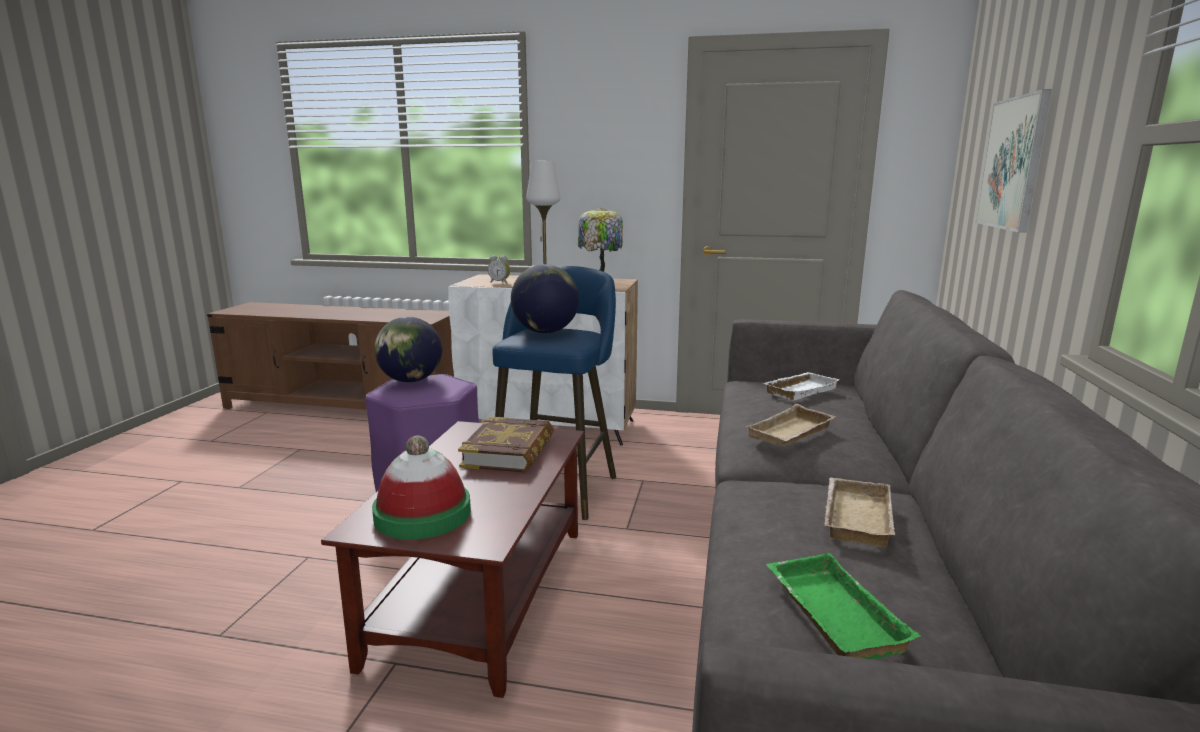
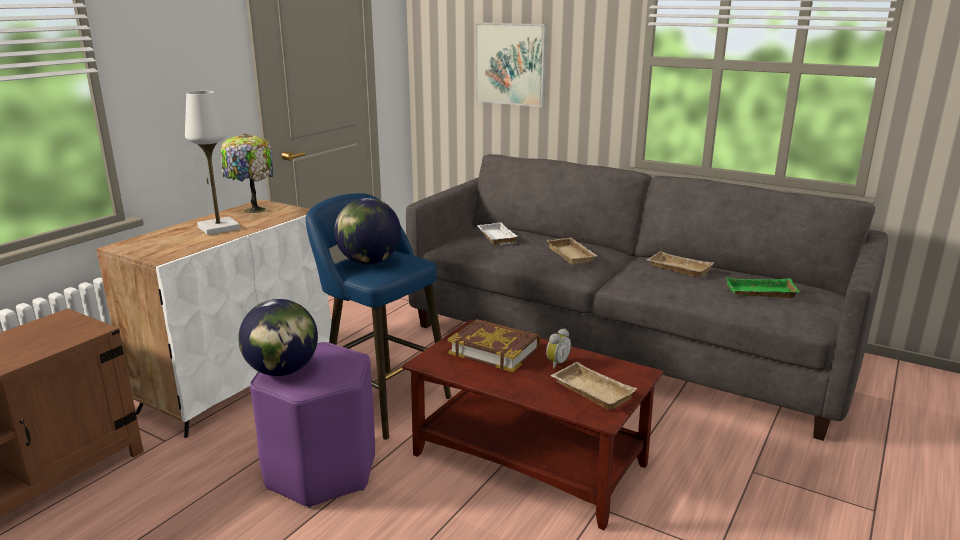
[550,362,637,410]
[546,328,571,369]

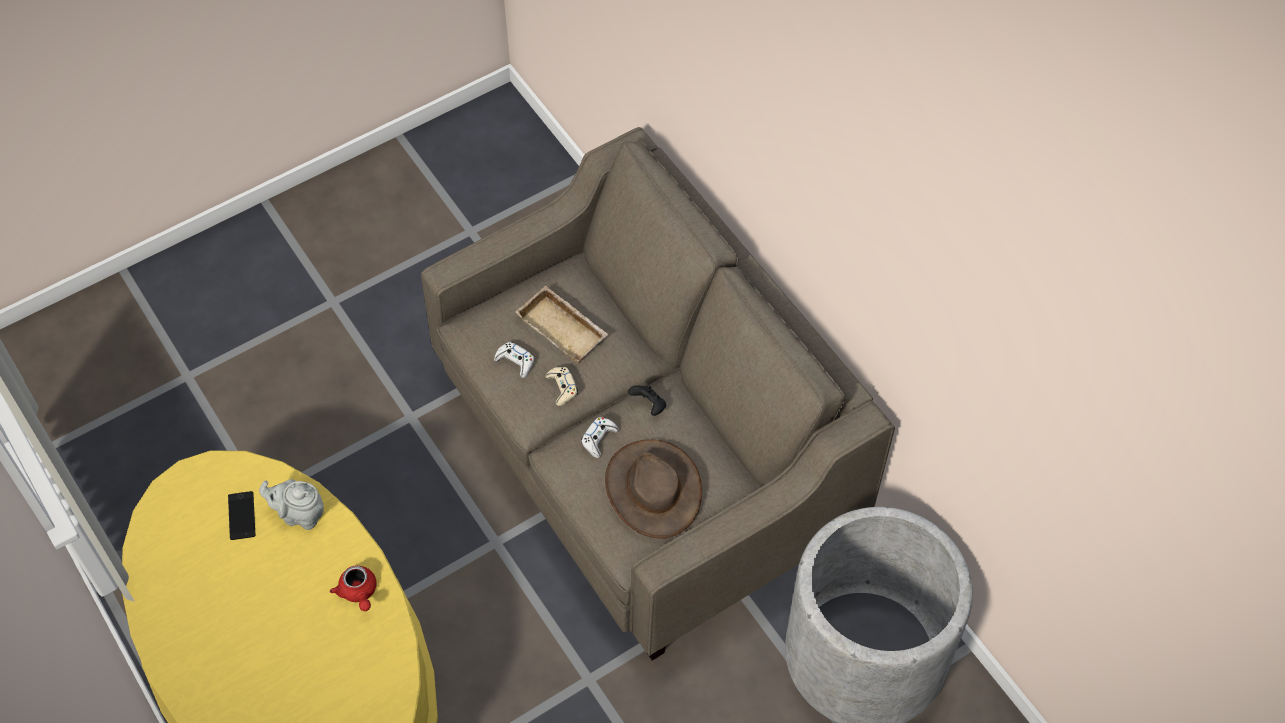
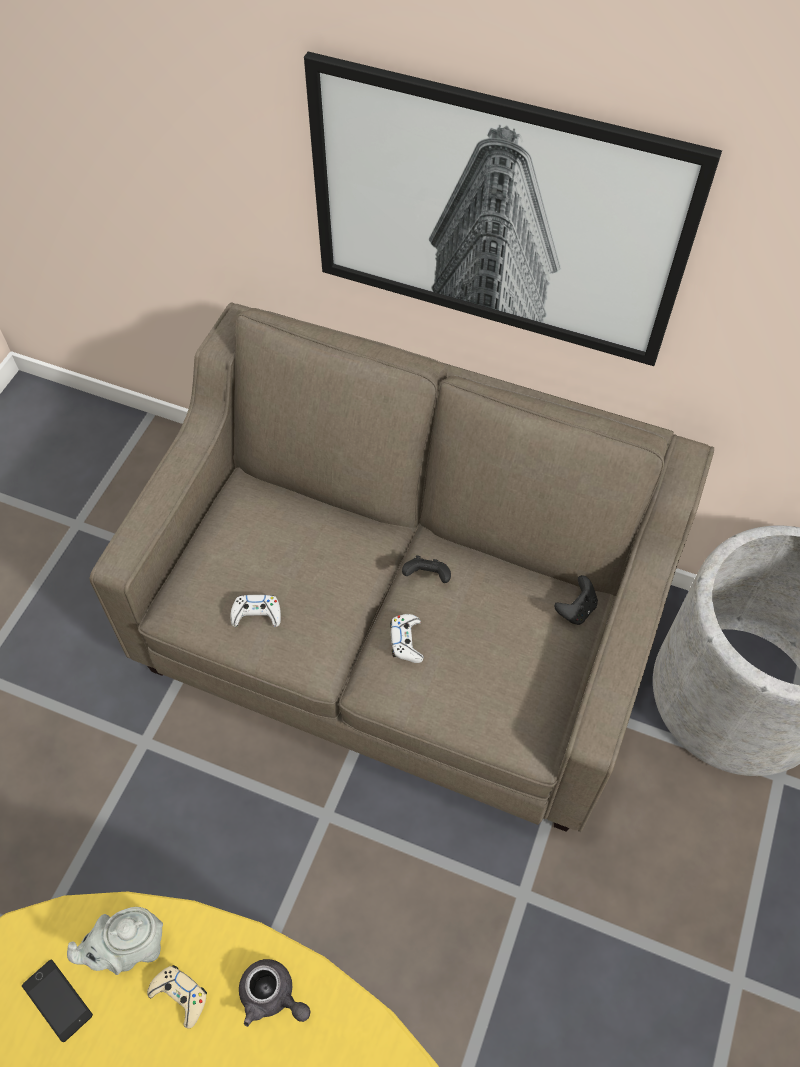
[239,959,311,1027]
[515,286,609,364] (first image)
[147,965,207,1028]
[605,439,702,539] (first image)
[304,52,722,366]
[554,575,598,625]

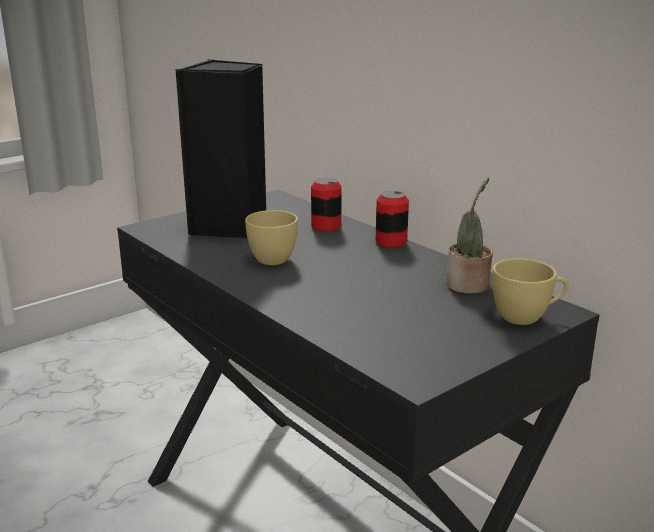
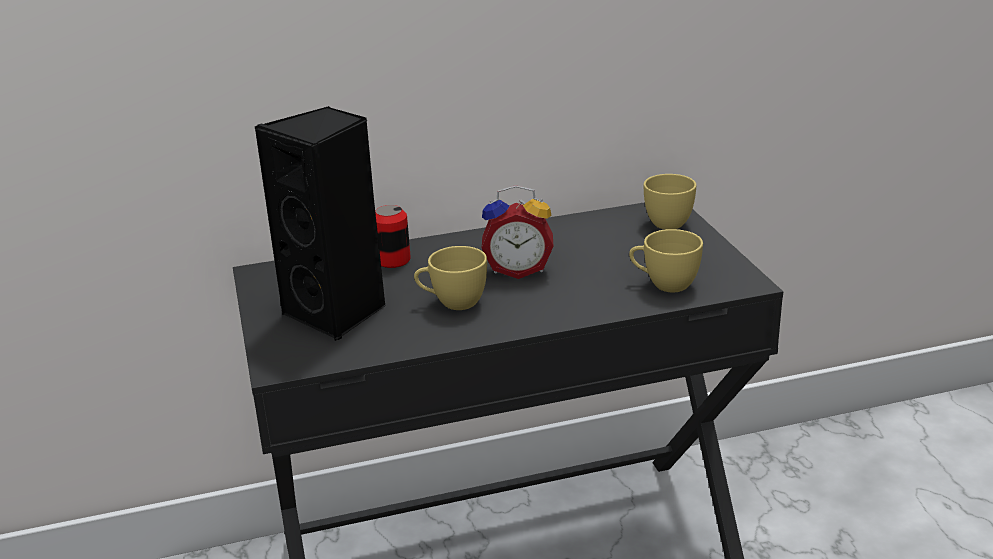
[376,191,409,248] (first image)
[446,177,493,294] (first image)
[482,185,553,279]
[629,229,703,292]

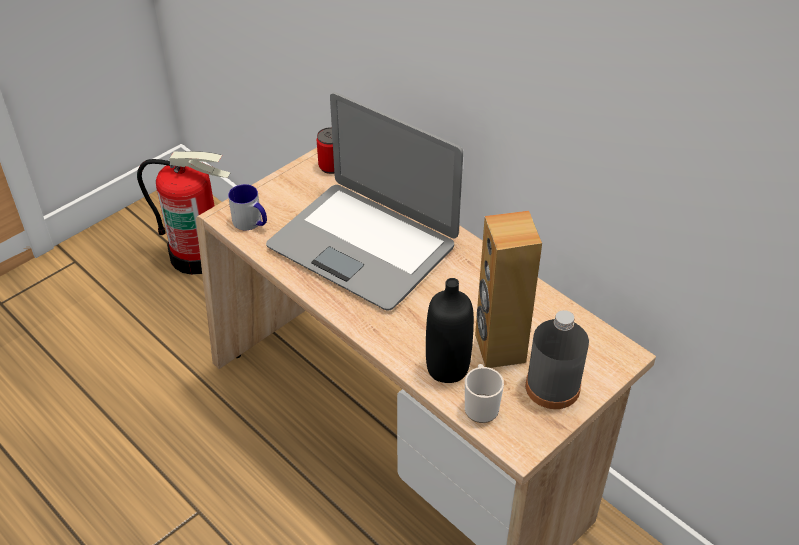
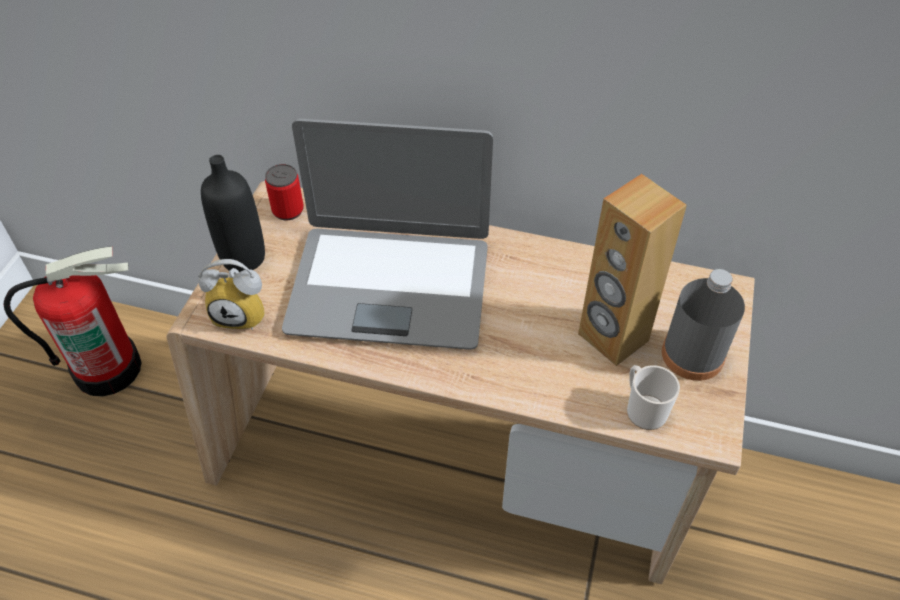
[198,259,265,330]
[201,155,265,272]

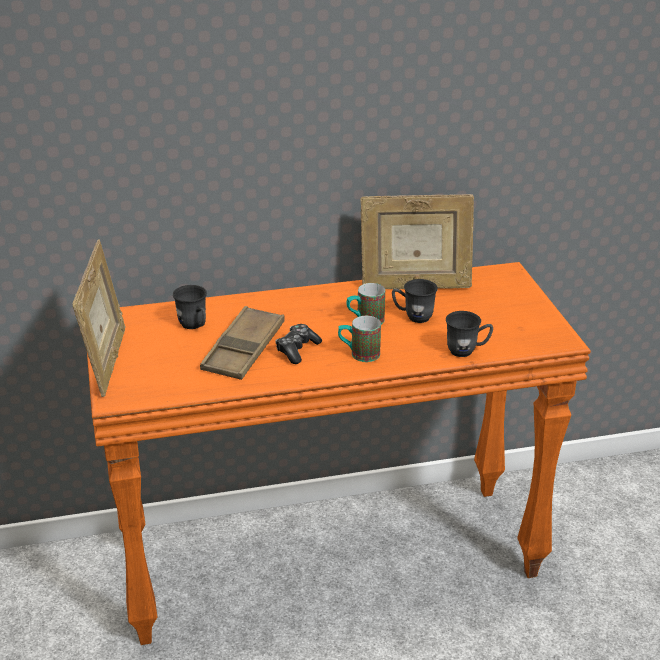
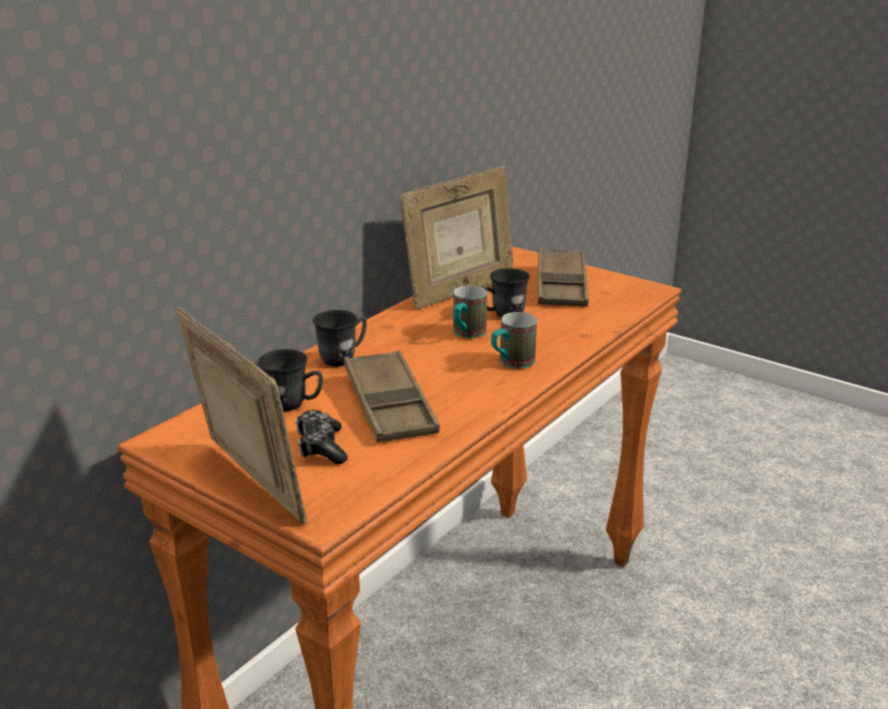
[295,410,348,464]
[313,310,367,367]
[538,248,588,307]

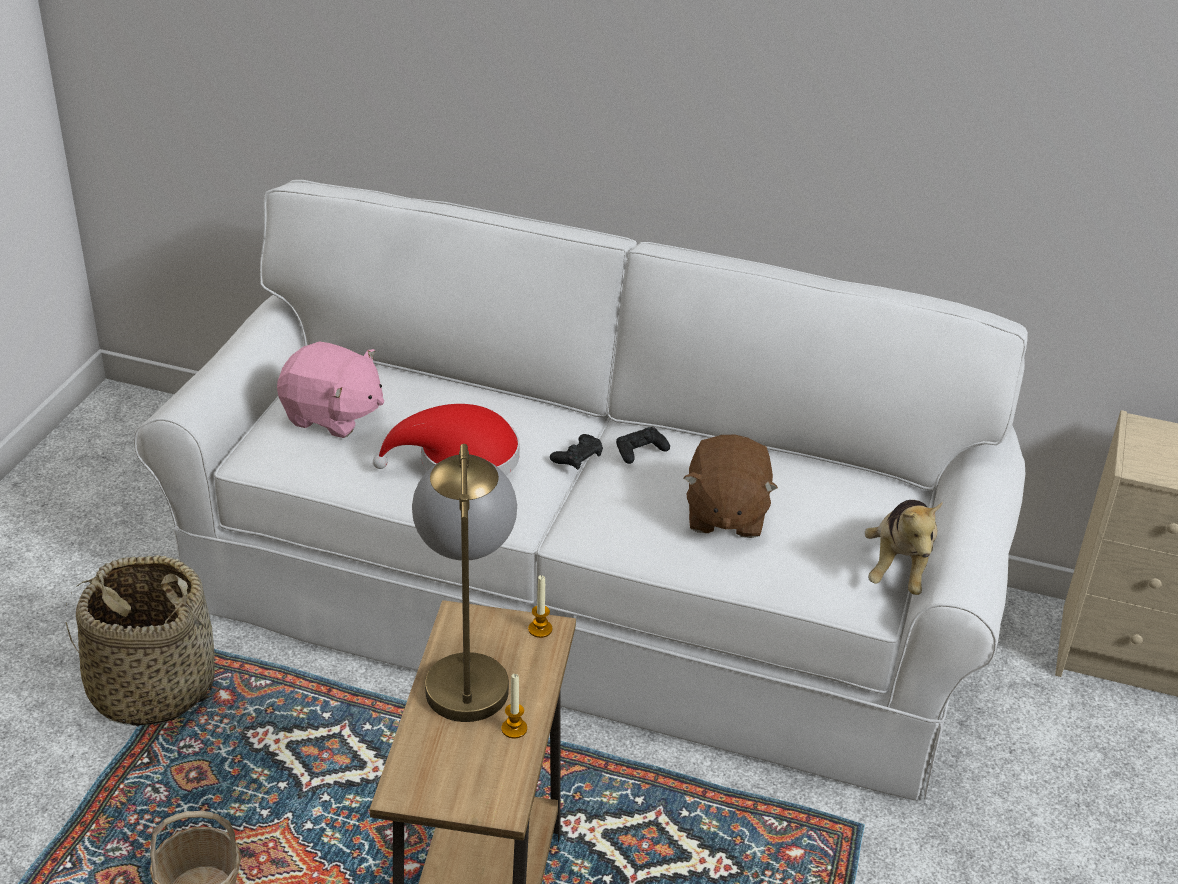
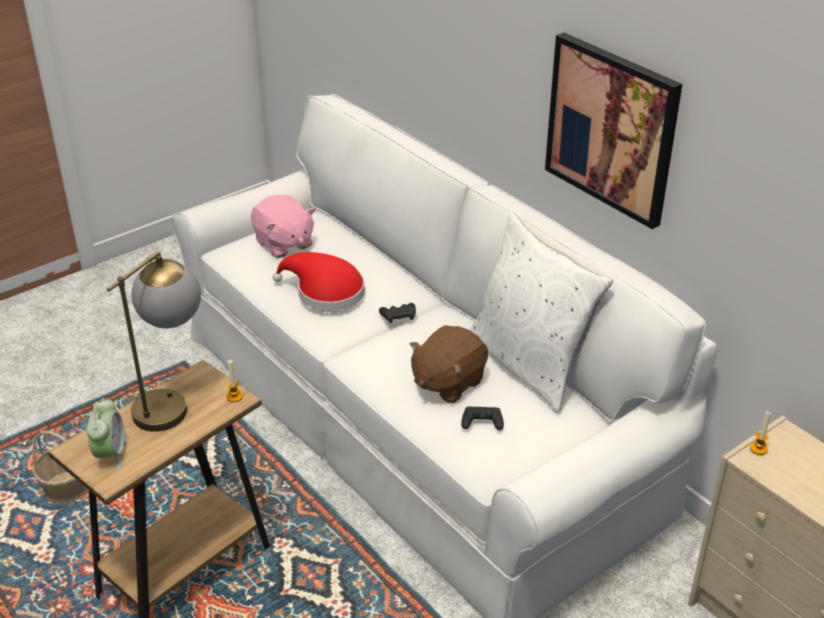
[66,555,222,727] (first image)
[750,411,771,455]
[461,406,504,430]
[865,500,943,595] (first image)
[87,398,127,470]
[469,212,613,413]
[545,33,682,229]

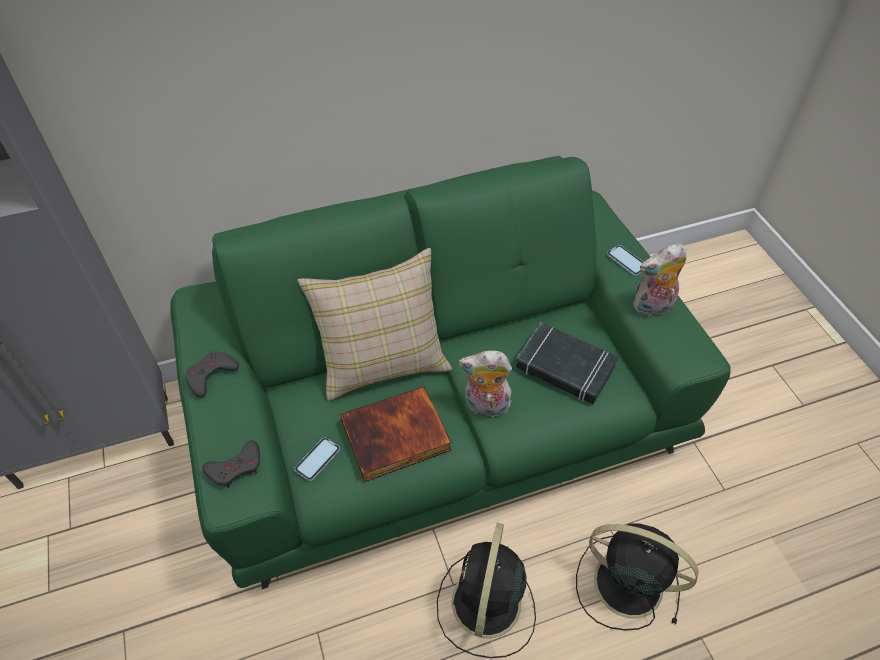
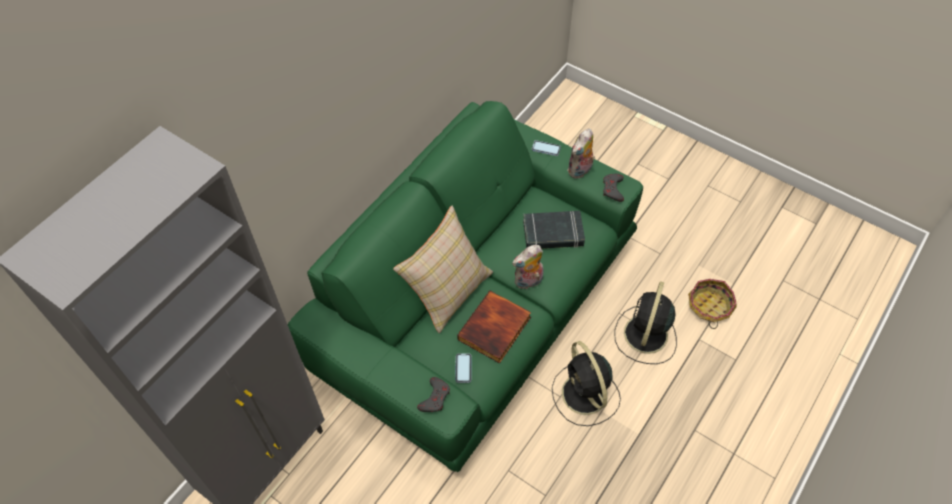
[603,174,624,202]
[614,281,677,364]
[688,279,737,329]

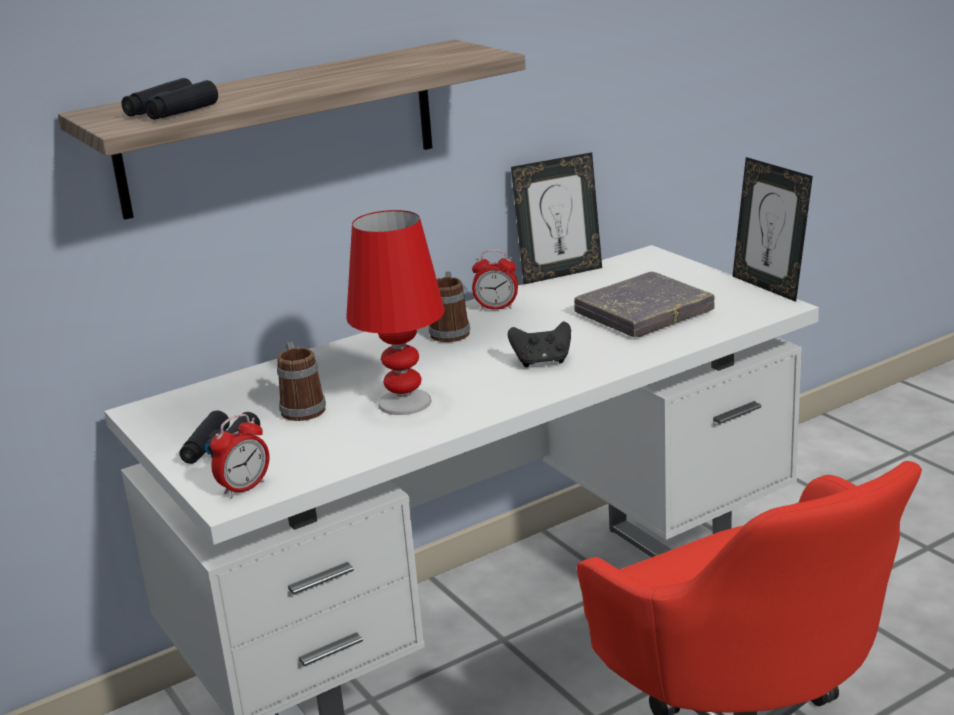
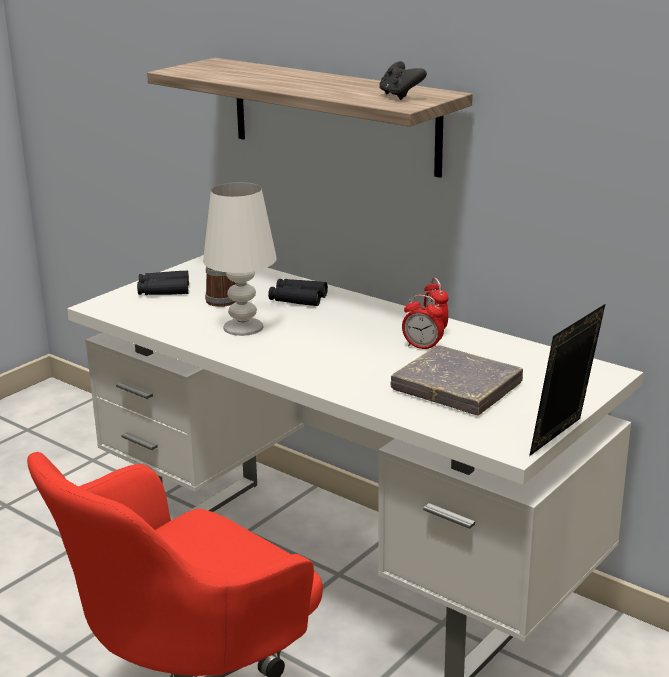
[268,279,328,306]
[402,295,444,349]
[203,182,277,336]
[429,272,470,342] (first image)
[379,61,427,100]
[511,152,602,285] (first image)

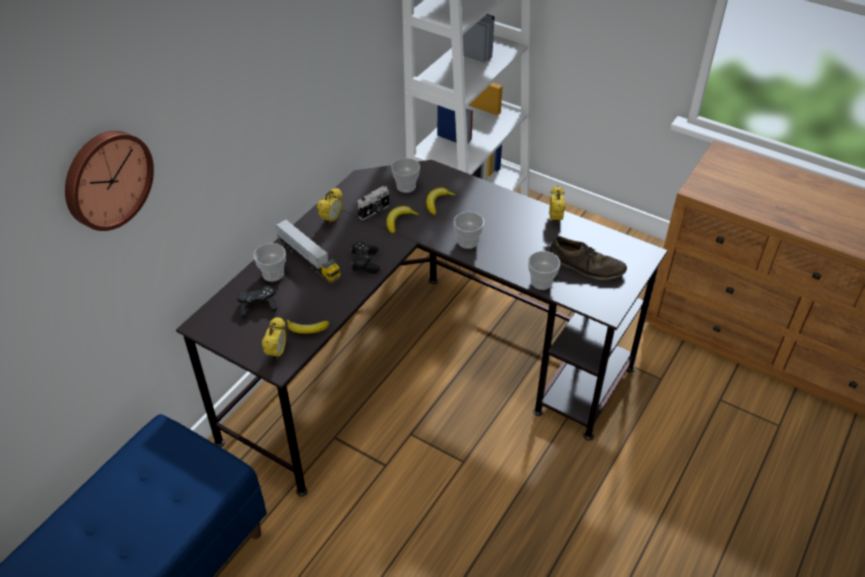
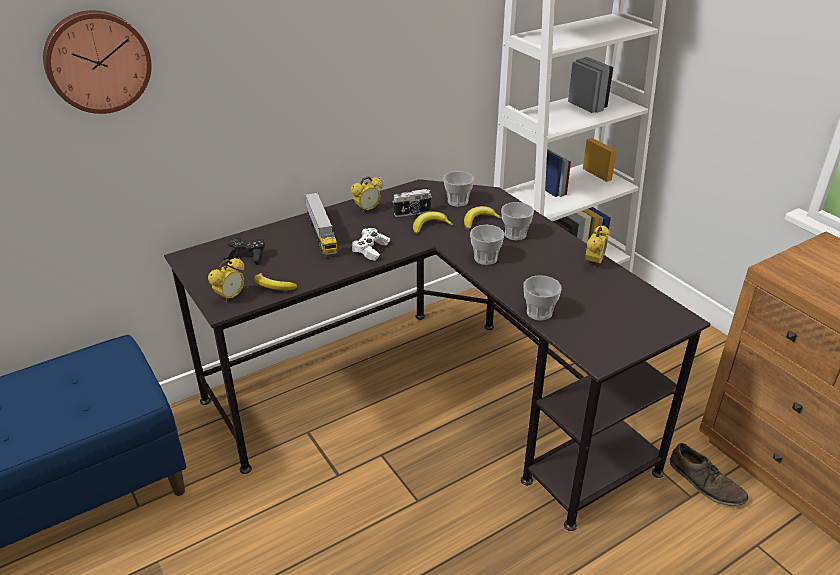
[501,202,534,240]
[351,228,390,261]
[670,443,748,506]

